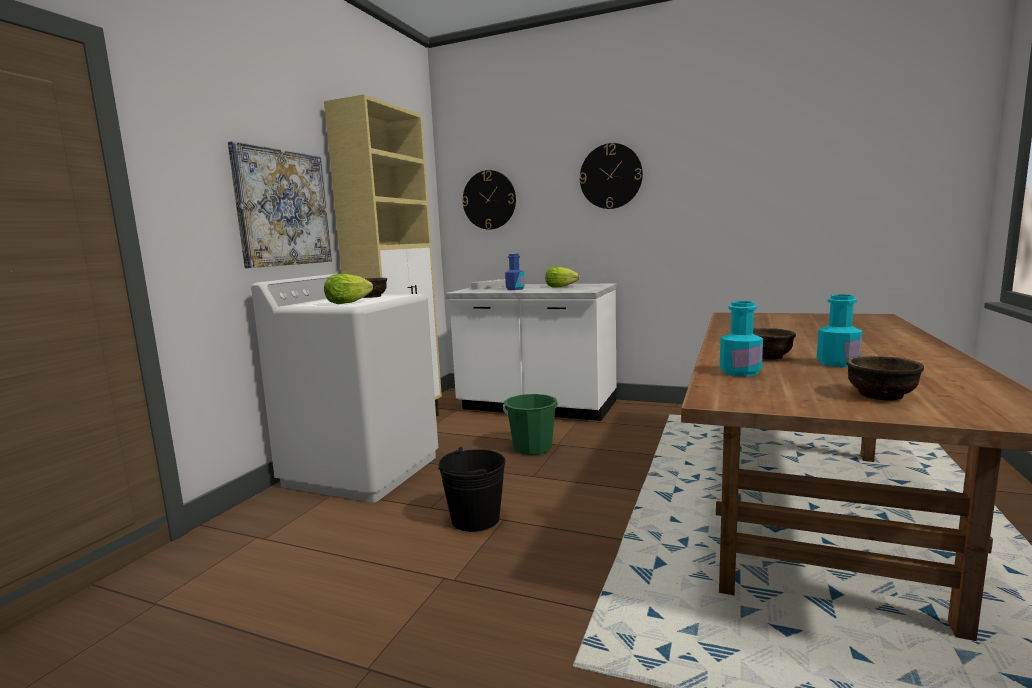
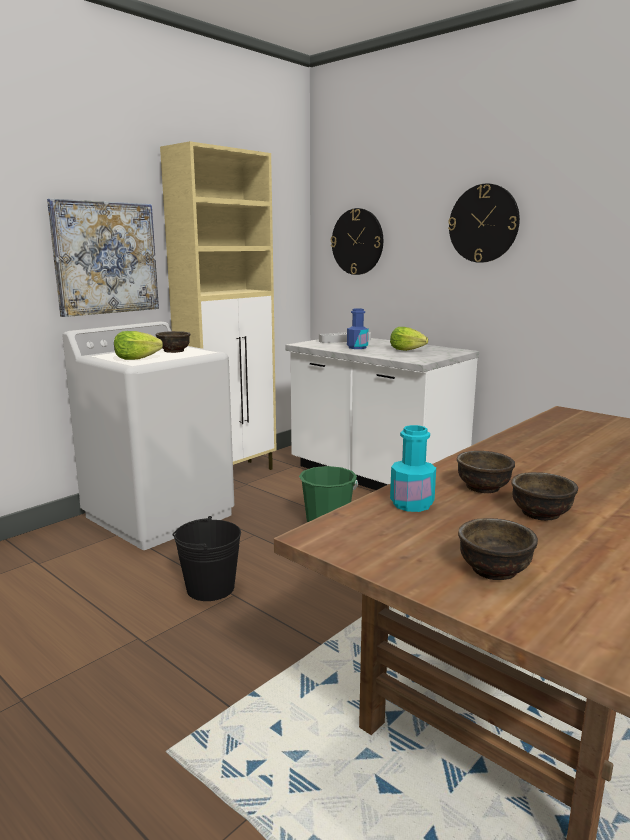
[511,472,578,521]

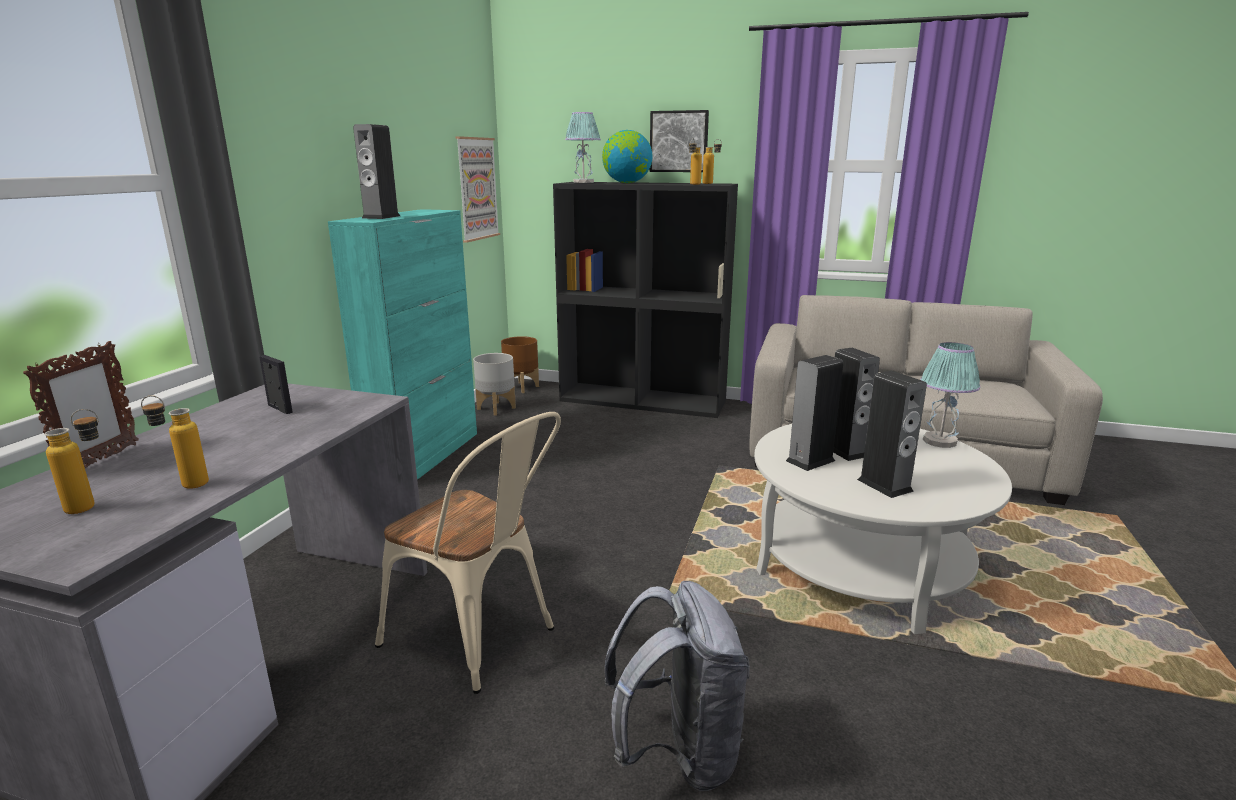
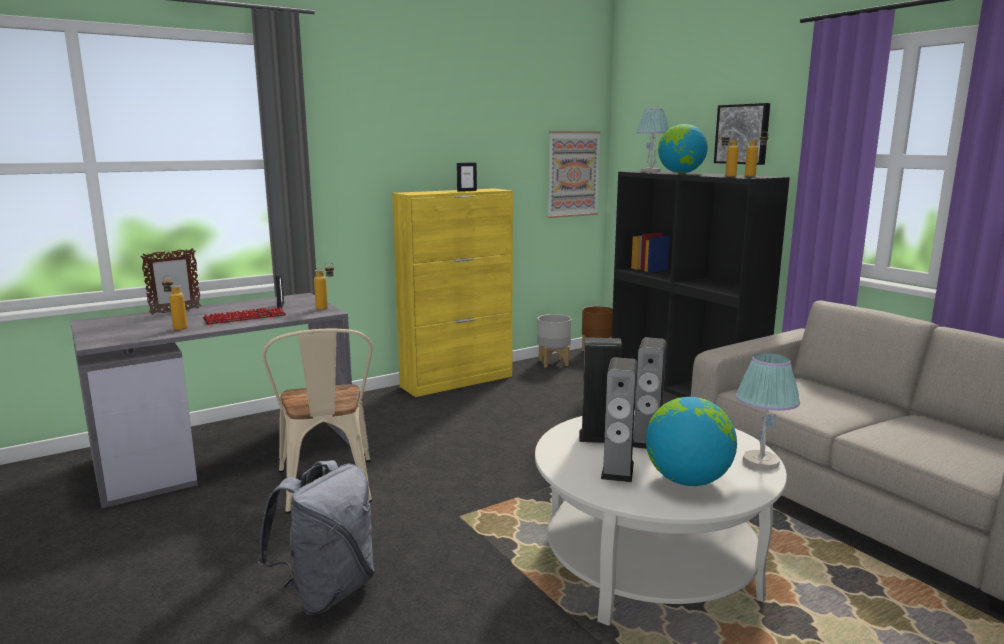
[314,262,334,310]
[392,188,513,397]
[353,124,400,219] (first image)
[203,308,286,325]
[457,163,477,192]
[646,397,737,486]

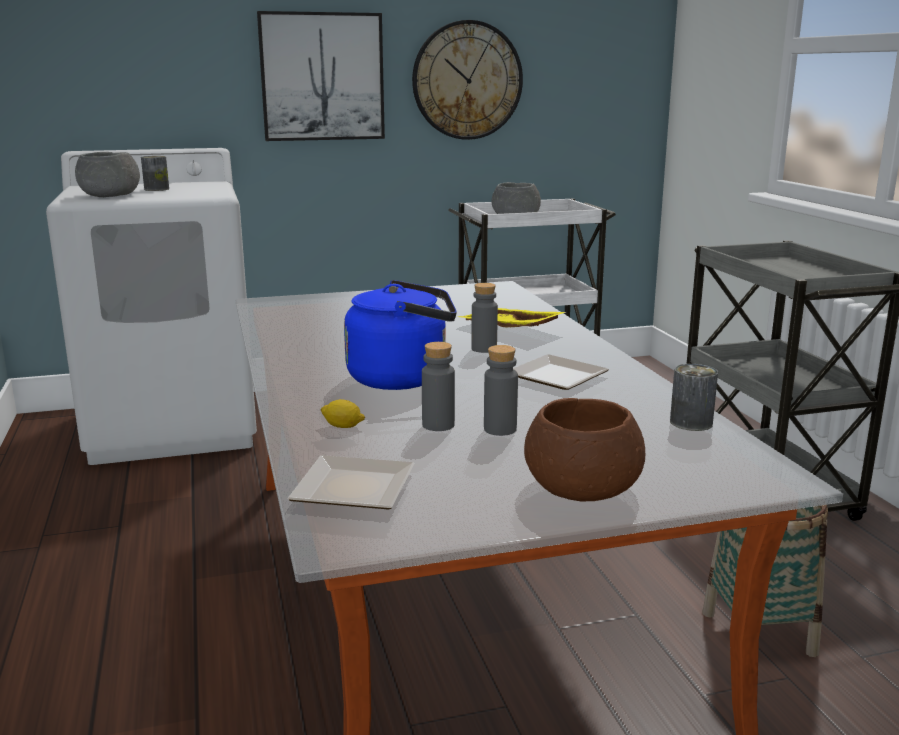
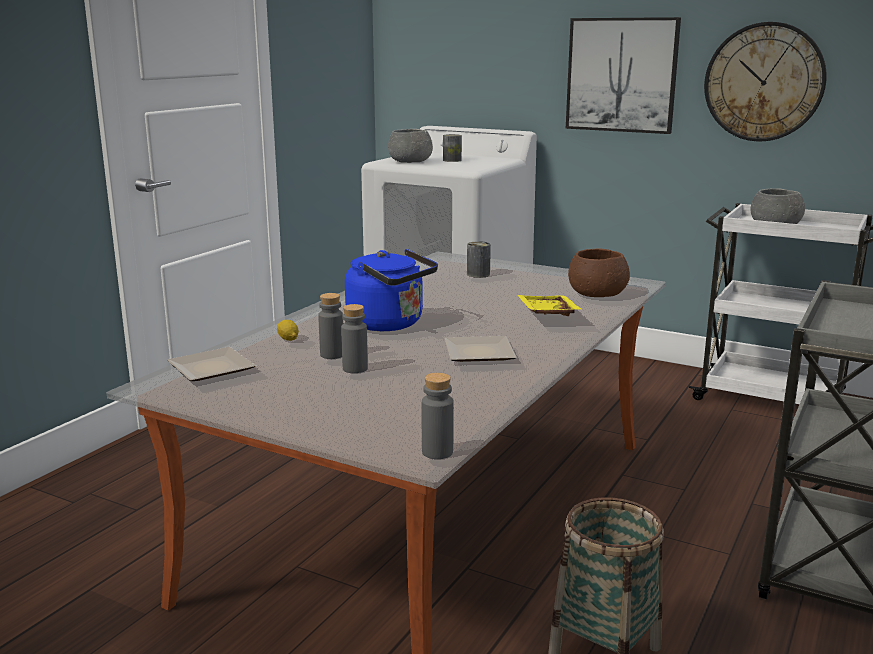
[422,373,454,459]
[568,249,630,297]
[467,241,491,278]

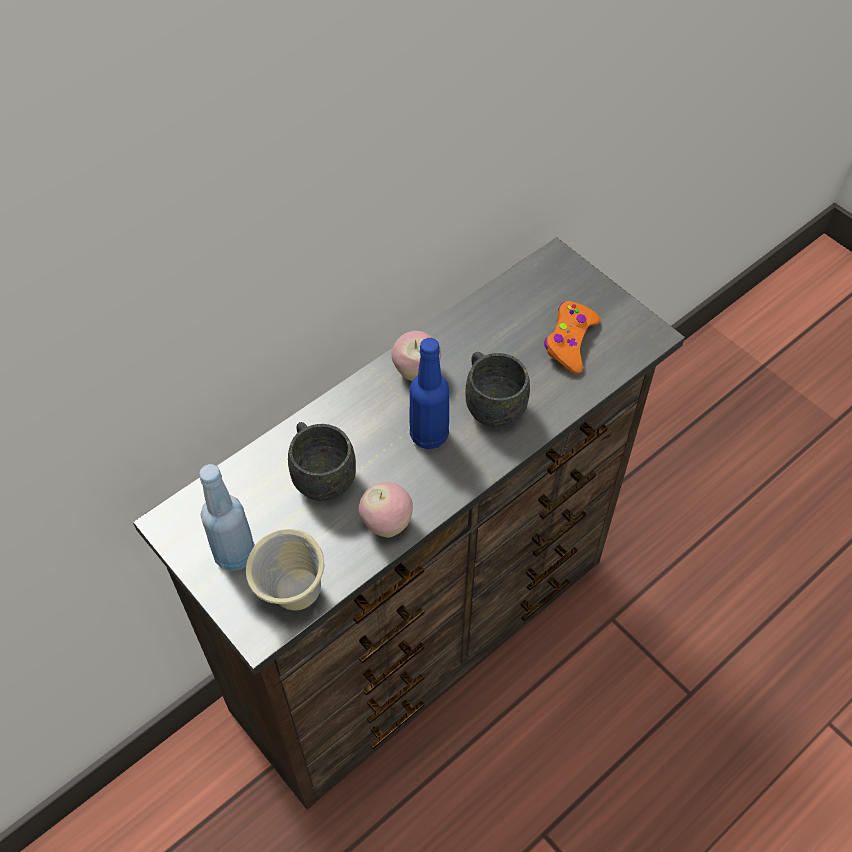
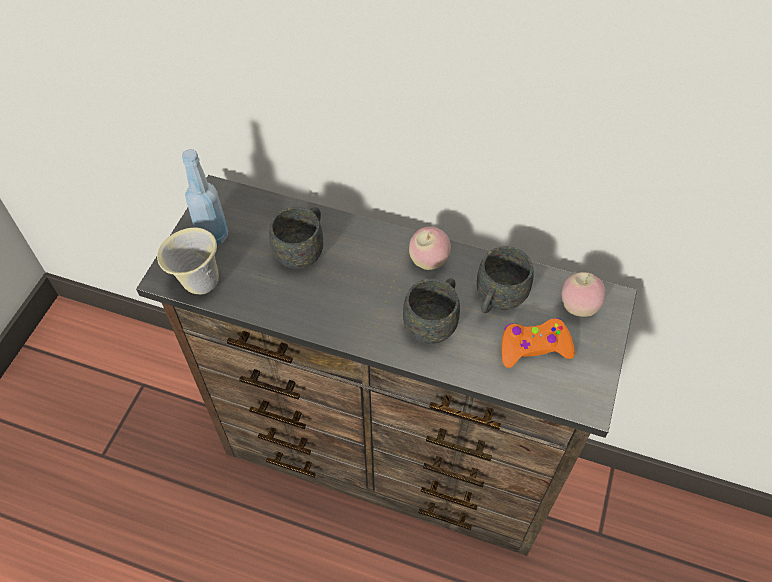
[561,272,606,317]
[409,338,449,449] (first image)
[477,246,534,313]

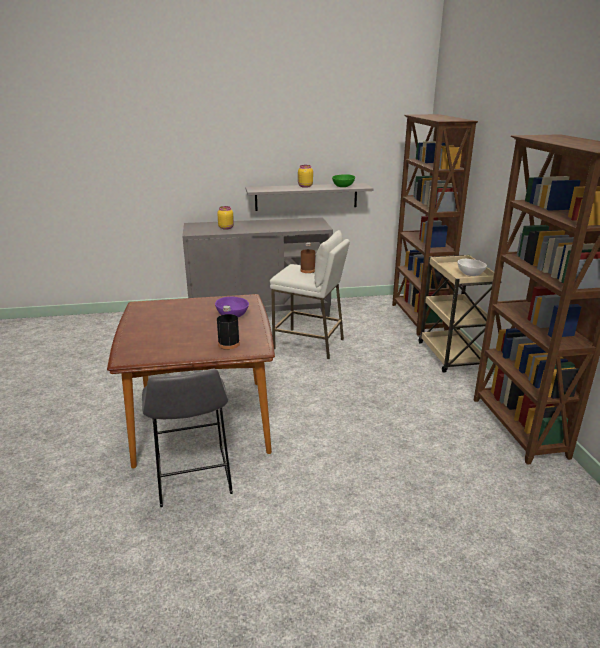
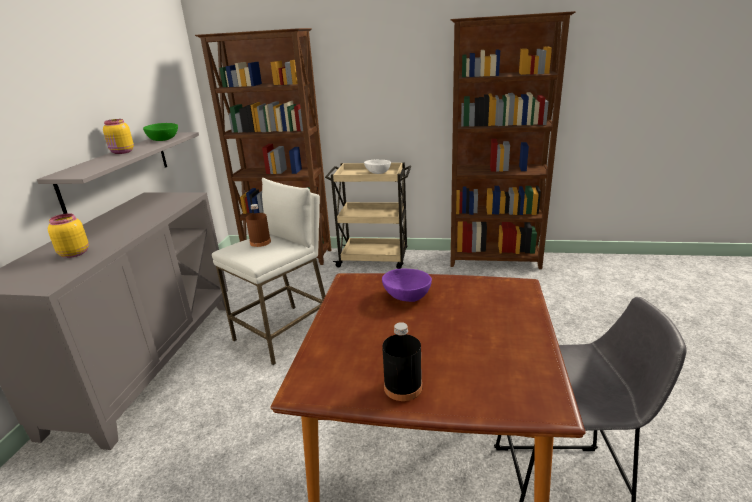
[382,322,422,401]

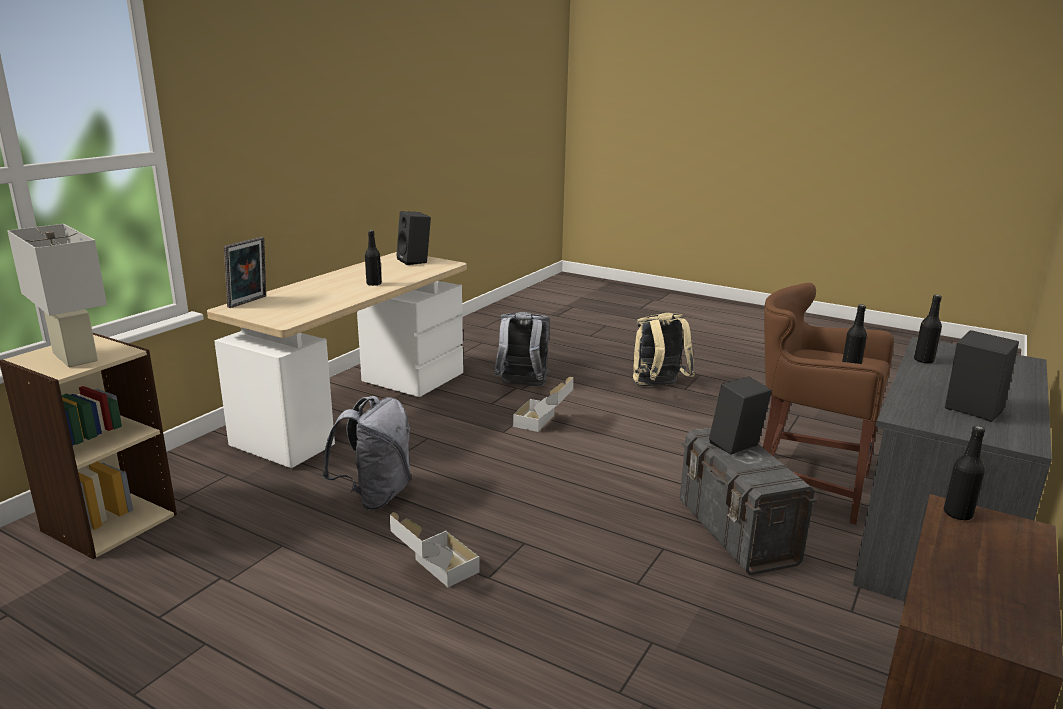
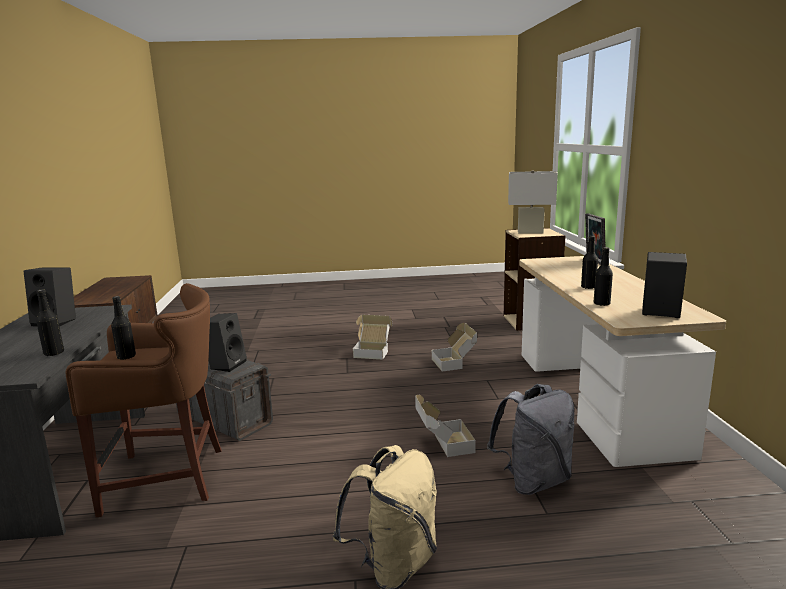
[432,323,477,372]
[594,247,613,306]

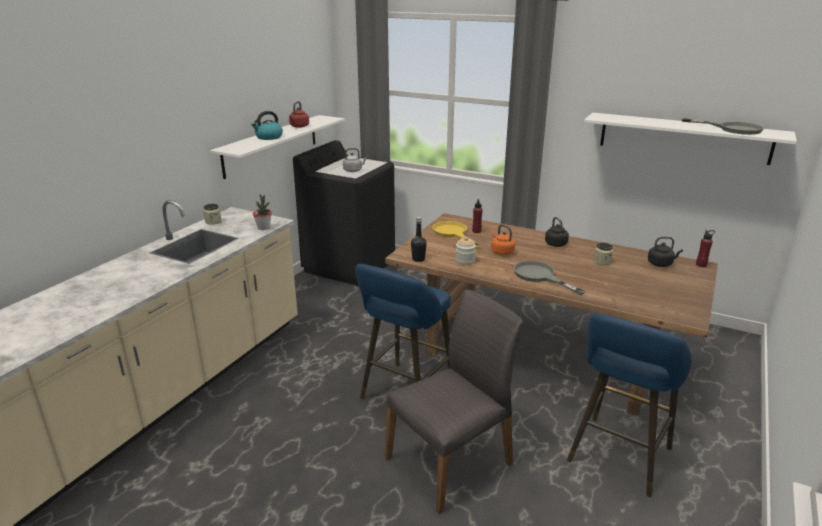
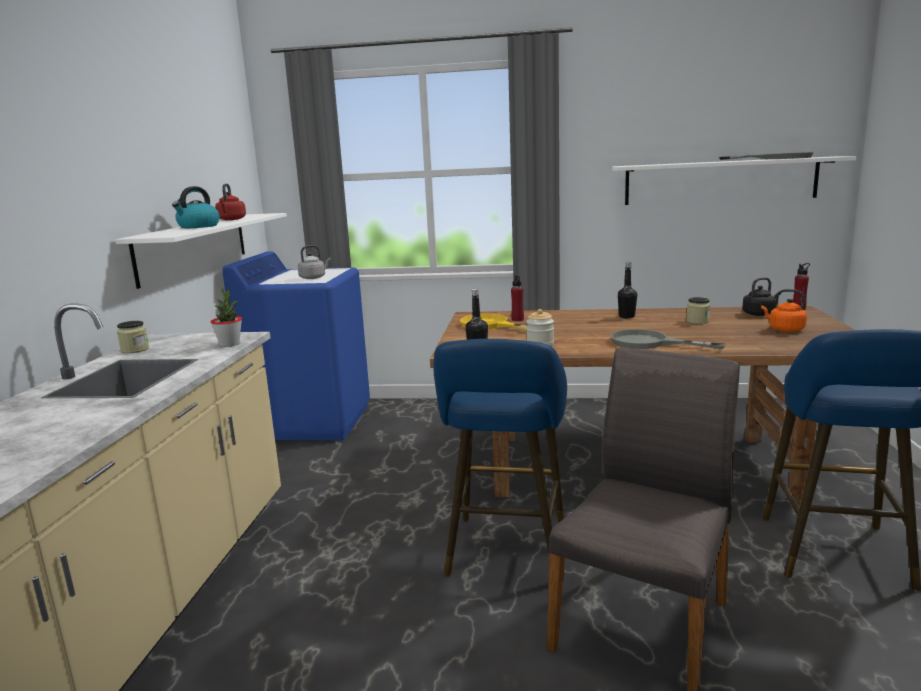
[222,251,370,441]
[761,289,807,332]
[618,262,637,318]

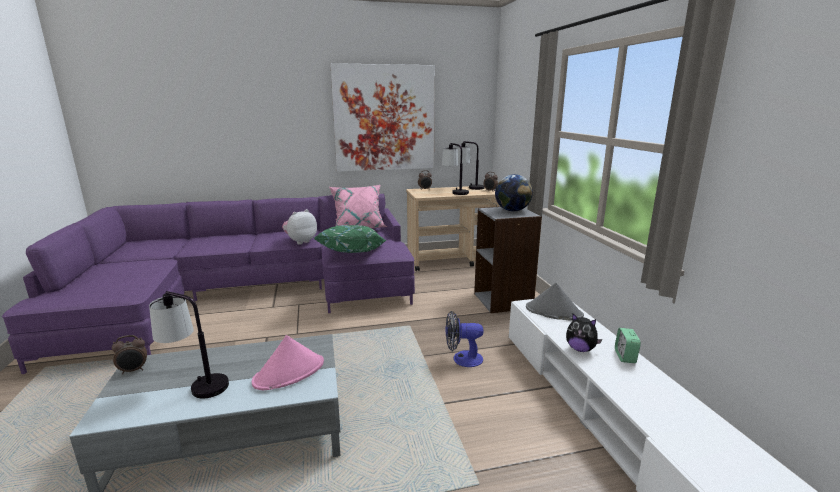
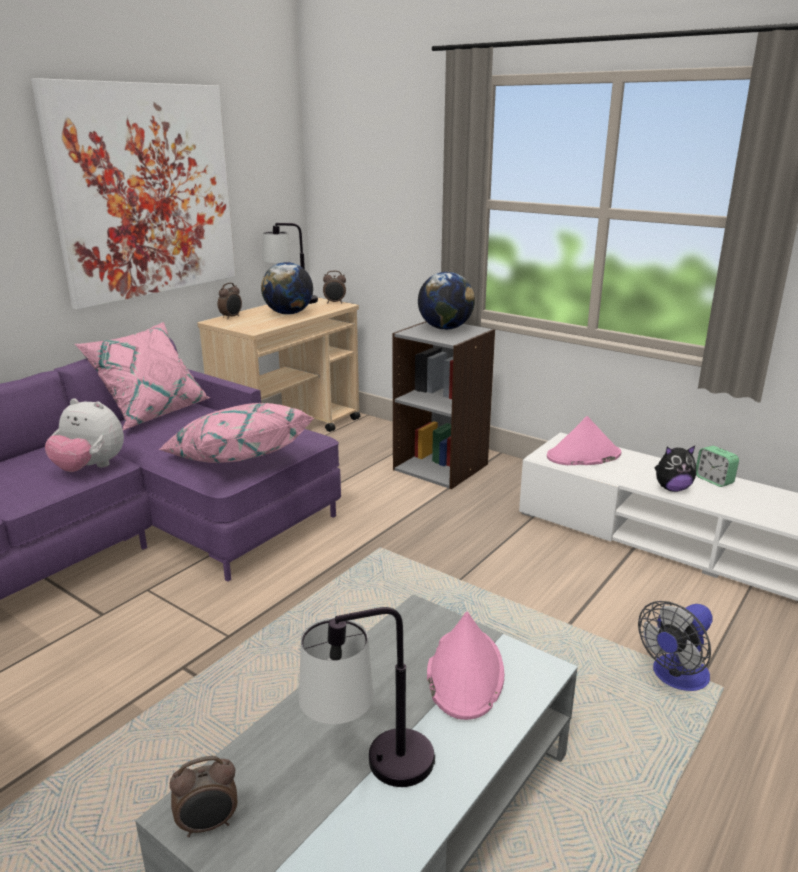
[170,756,237,837]
[45,398,124,472]
[159,403,314,463]
[261,262,313,315]
[638,601,713,691]
[547,416,621,465]

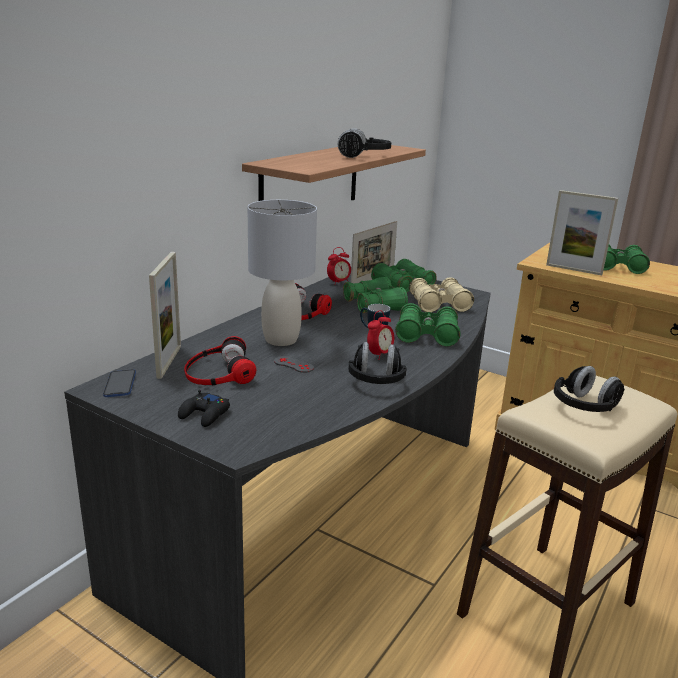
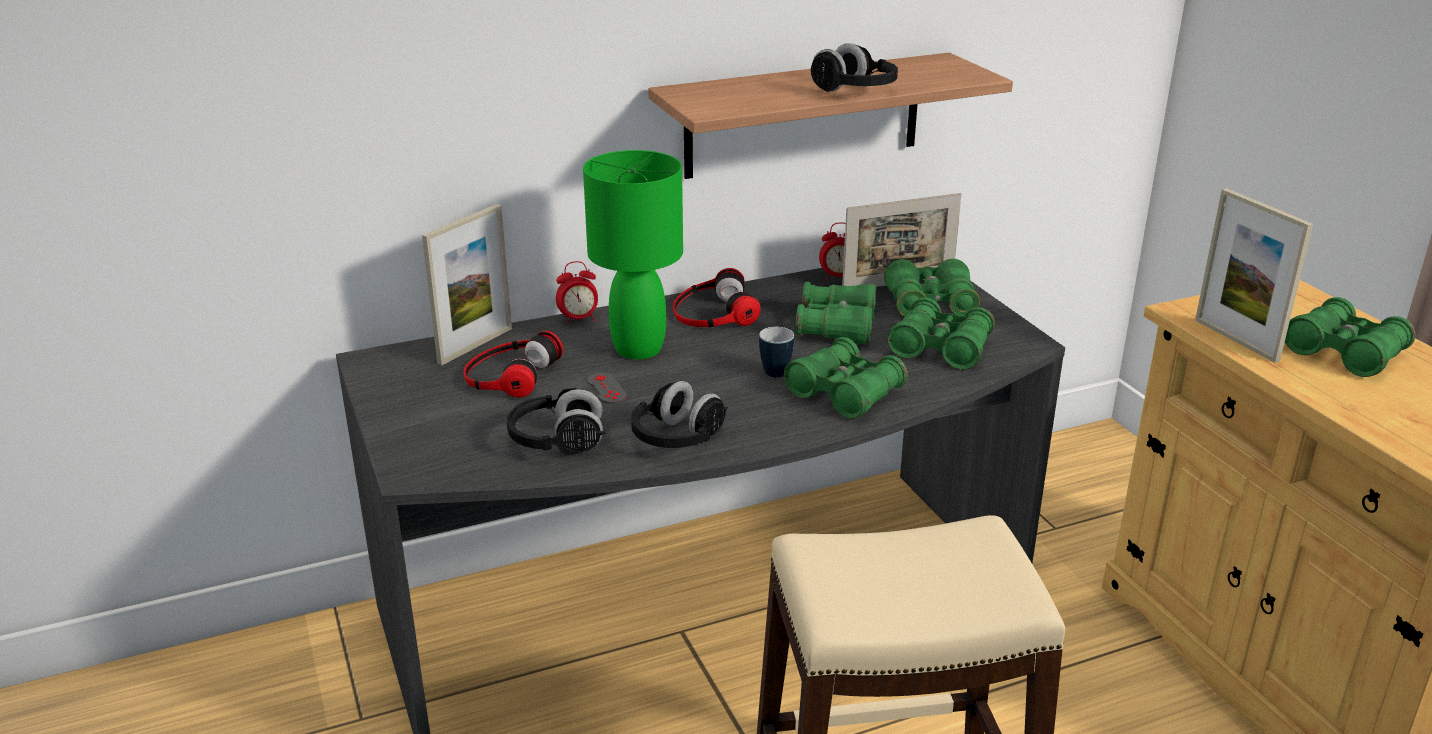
[103,369,136,397] (first image)
[178,390,230,427] (first image)
[583,150,683,359]
[556,261,598,325]
[888,297,995,370]
[506,388,606,454]

